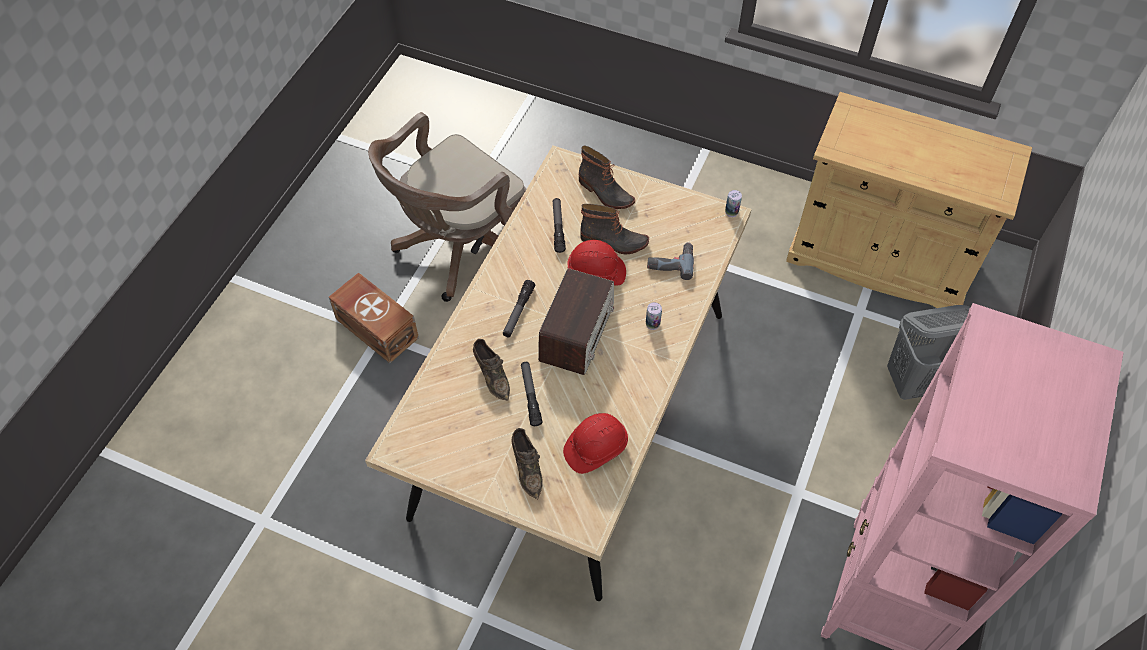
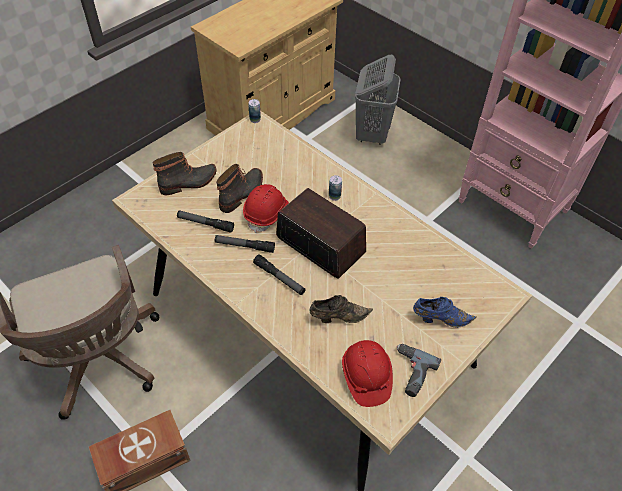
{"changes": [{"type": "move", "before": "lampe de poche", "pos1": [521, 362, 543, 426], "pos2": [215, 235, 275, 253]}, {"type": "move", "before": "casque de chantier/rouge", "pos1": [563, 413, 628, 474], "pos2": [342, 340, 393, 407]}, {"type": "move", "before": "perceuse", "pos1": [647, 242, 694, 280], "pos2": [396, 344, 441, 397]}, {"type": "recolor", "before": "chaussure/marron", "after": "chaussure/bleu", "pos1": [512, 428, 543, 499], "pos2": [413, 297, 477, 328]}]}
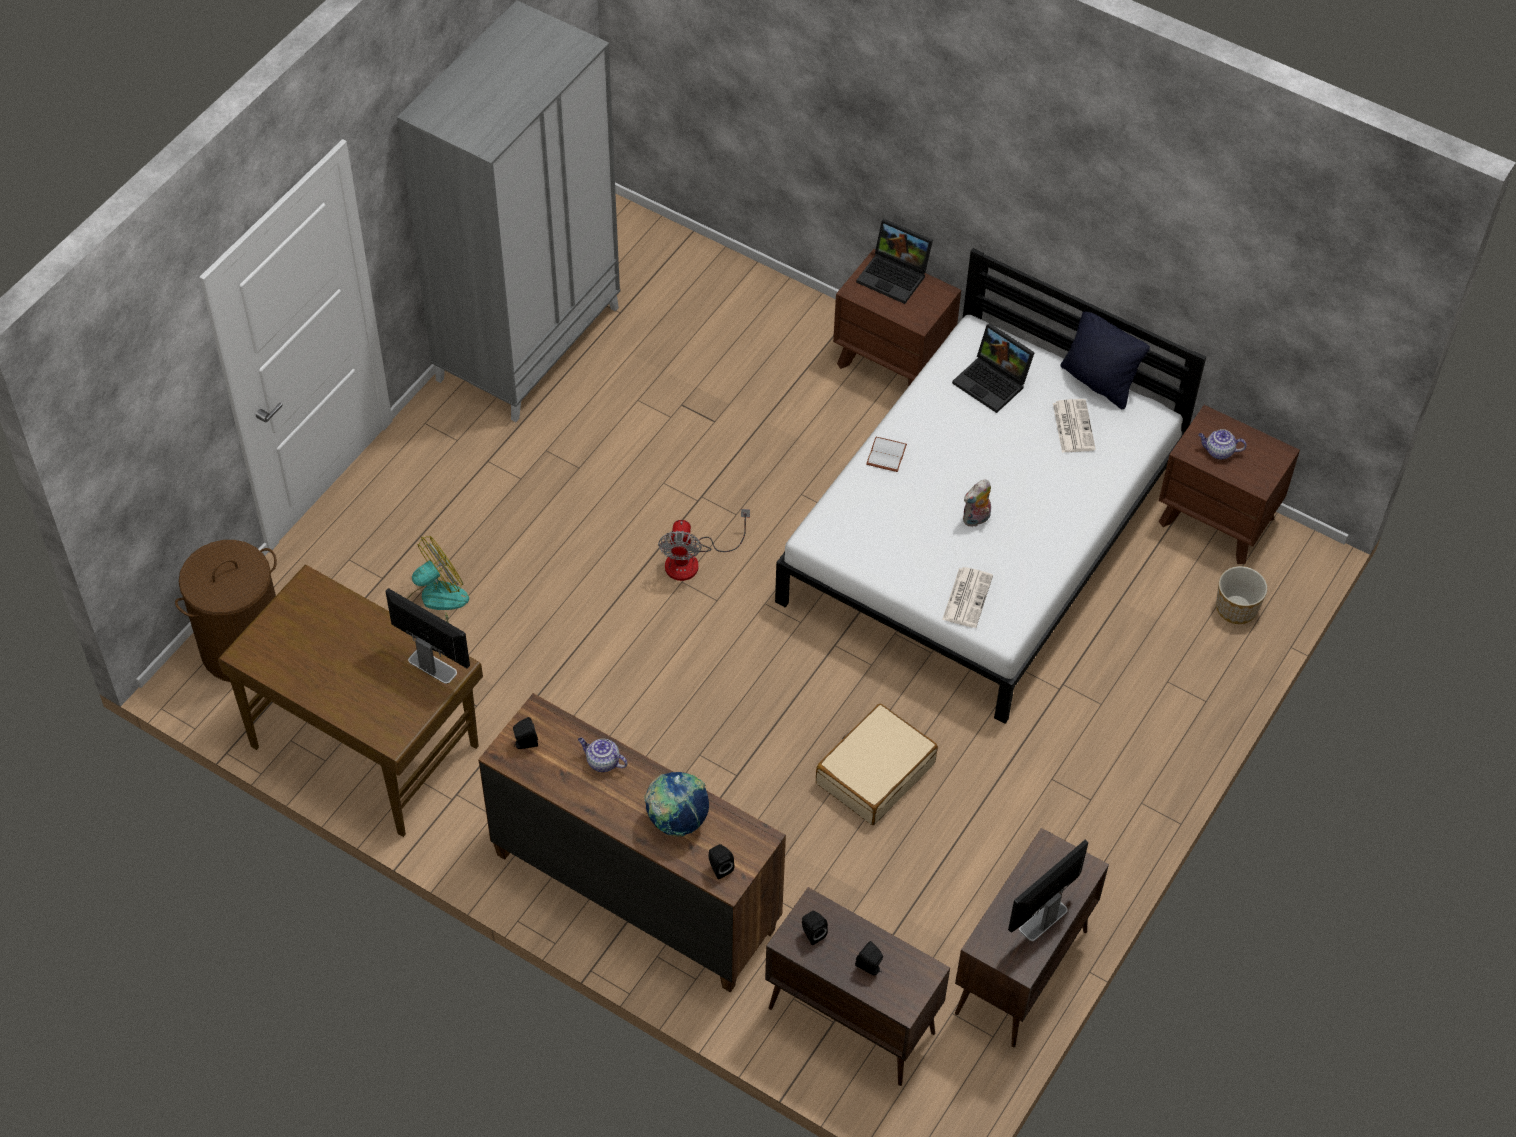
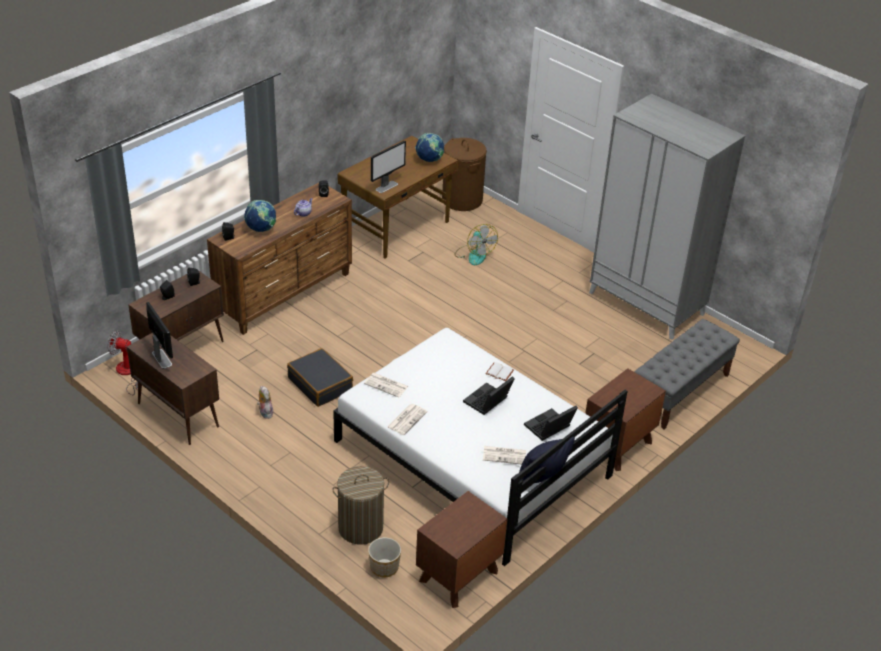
{"changes": [{"type": "delete", "before": "théière", "pos1": [1198, 429, 1246, 459]}, {"type": "insert", "after": "panier à linge", "pos2": [332, 466, 389, 545]}, {"type": "insert", "after": "journal", "pos2": [387, 404, 428, 435]}, {"type": "insert", "after": "globe", "pos2": [415, 133, 444, 162]}, {"type": "insert", "after": "banc/gris", "pos2": [634, 319, 740, 430]}, {"type": "move", "before": "ventilateur", "pos1": [658, 509, 750, 581], "pos2": [107, 330, 138, 395]}, {"type": "move", "before": "ordinateur portable", "pos1": [856, 219, 933, 304], "pos2": [463, 376, 515, 415]}, {"type": "move", "before": "peluche", "pos1": [963, 480, 991, 527], "pos2": [257, 386, 273, 419]}, {"type": "recolor", "before": "valise/beige", "after": "valise/noir", "pos1": [816, 704, 938, 825], "pos2": [287, 348, 353, 407]}]}
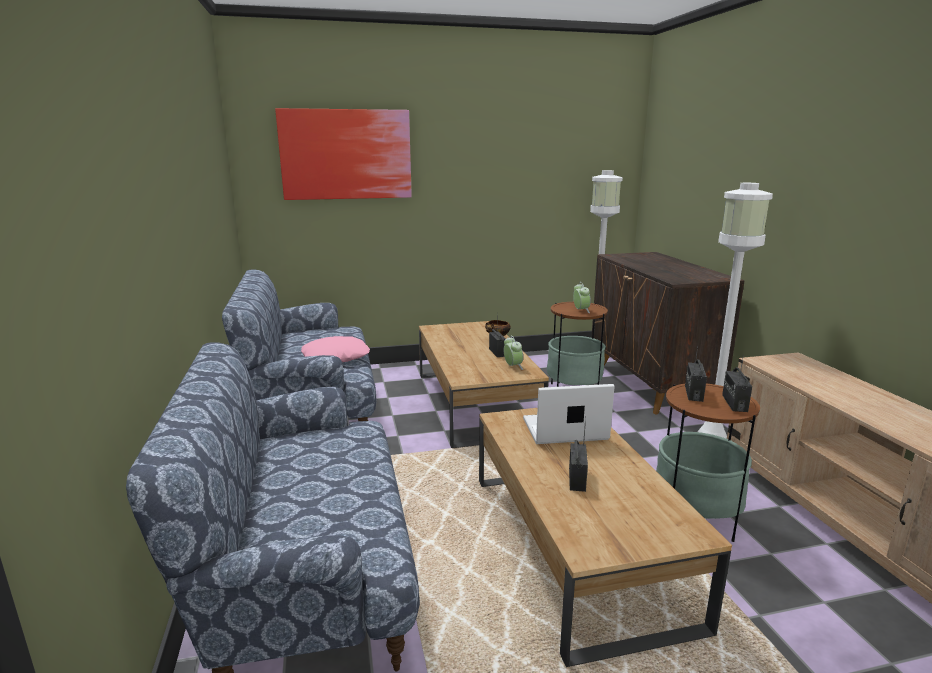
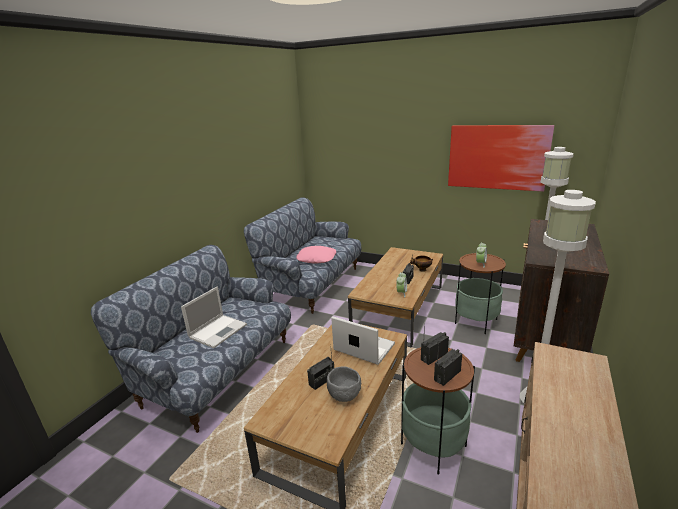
{"changes": [{"type": "insert", "after": "ordinateur portable", "pos2": [181, 286, 247, 348]}, {"type": "insert", "after": "bol/gris", "pos2": [327, 367, 361, 402]}, {"type": "move", "before": "tableau", "pos1": [275, 108, 412, 200], "pos2": [448, 125, 554, 192]}]}
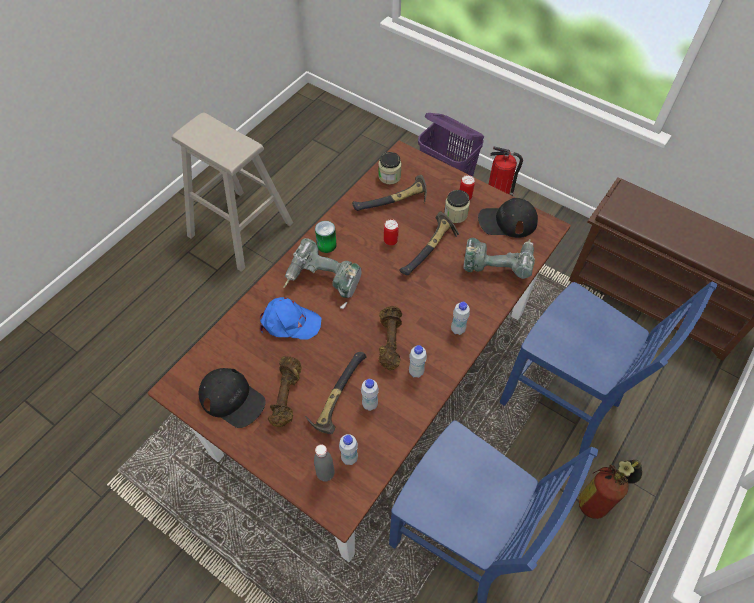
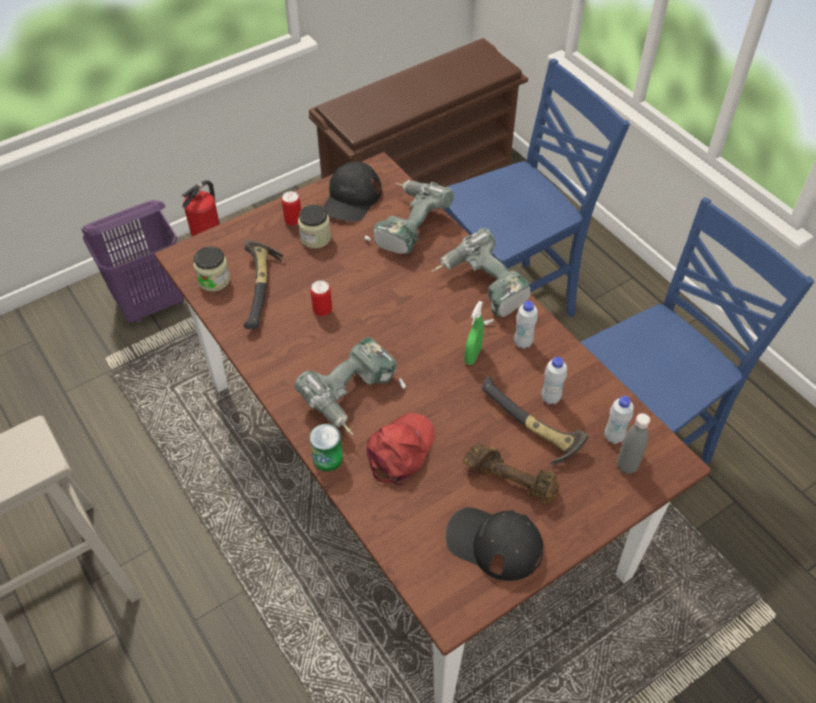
{"changes": [{"type": "delete", "before": "marteau", "pos1": [400, 211, 459, 275]}, {"type": "delete", "before": "extincteur", "pos1": [579, 460, 642, 519]}, {"type": "move", "before": "boîte métallique", "pos1": [315, 221, 337, 253], "pos2": [310, 424, 343, 472]}, {"type": "replace", "before": "haltère/marron", "after": "vaporisateur/vert", "pos1": [379, 306, 402, 370], "pos2": [465, 301, 484, 365]}, {"type": "replace", "before": "bouteille/blanc", "after": "perceuse", "pos1": [451, 302, 470, 335], "pos2": [432, 228, 530, 325]}, {"type": "recolor", "before": "casquette/bleu", "after": "casquette/rouge", "pos1": [260, 297, 321, 340], "pos2": [367, 412, 435, 485]}, {"type": "rotate", "before": "casquette/noir", "pos1": [199, 368, 266, 428], "pos2": [446, 507, 544, 581], "turn": -120}]}
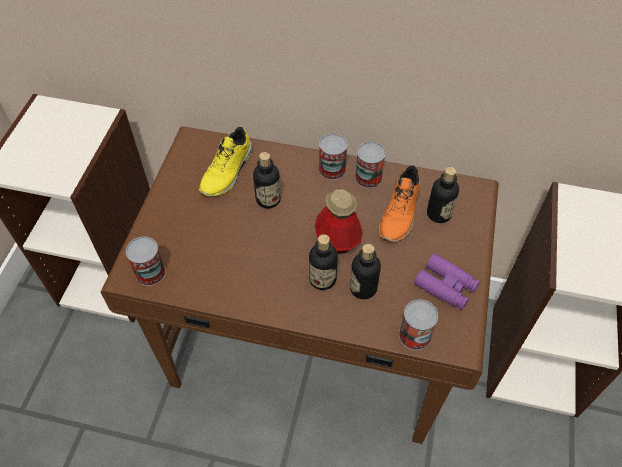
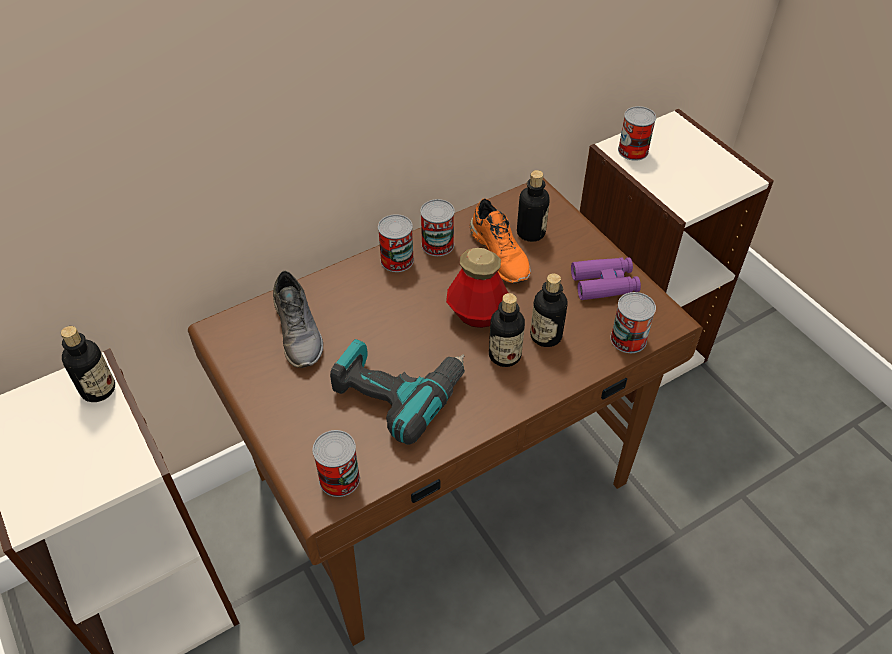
{"changes": [{"type": "insert", "after": "perceuse", "pos2": [330, 339, 465, 445]}, {"type": "insert", "after": "boîte métallique", "pos2": [618, 106, 656, 161]}, {"type": "move", "before": "bouteille", "pos1": [253, 152, 281, 209], "pos2": [61, 326, 115, 402]}, {"type": "recolor", "before": "chaussure/jaune", "after": "chaussure/gris", "pos1": [199, 126, 253, 197], "pos2": [273, 270, 323, 368]}]}
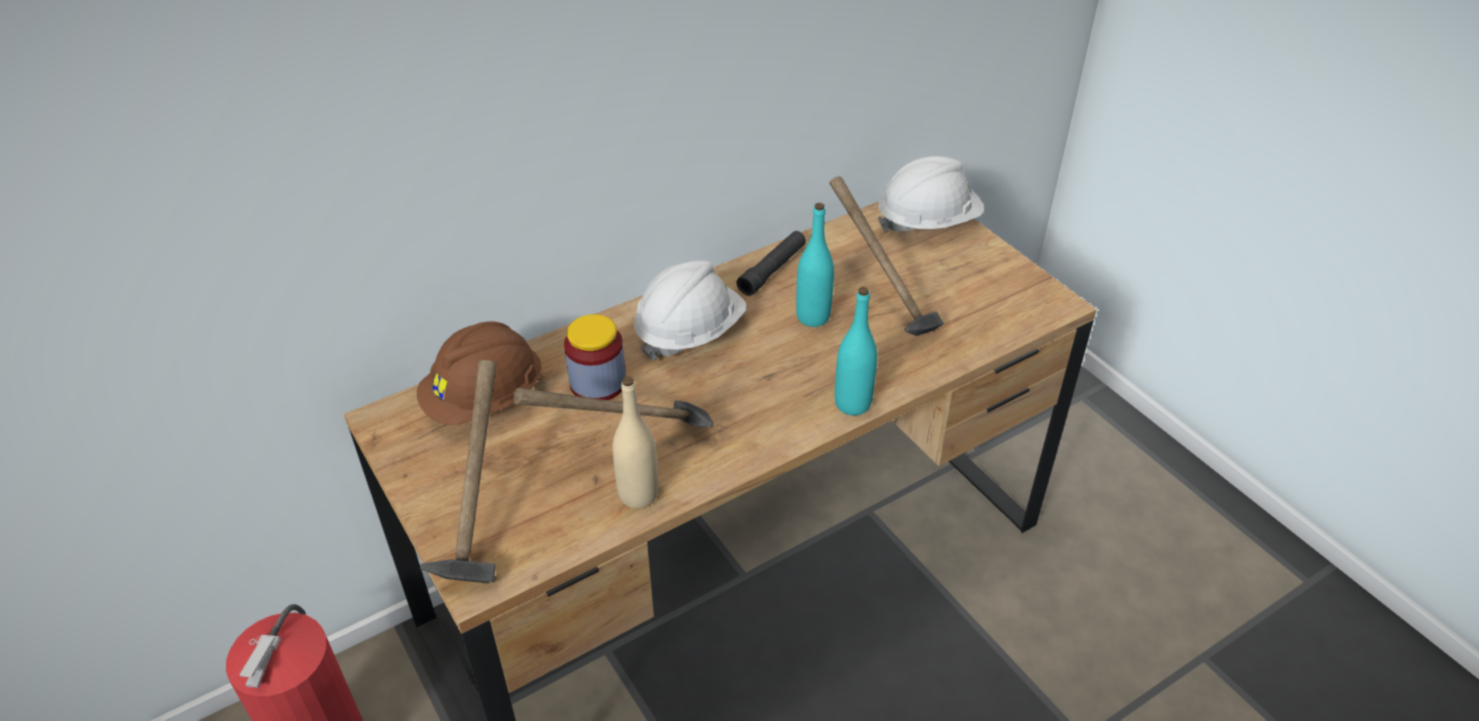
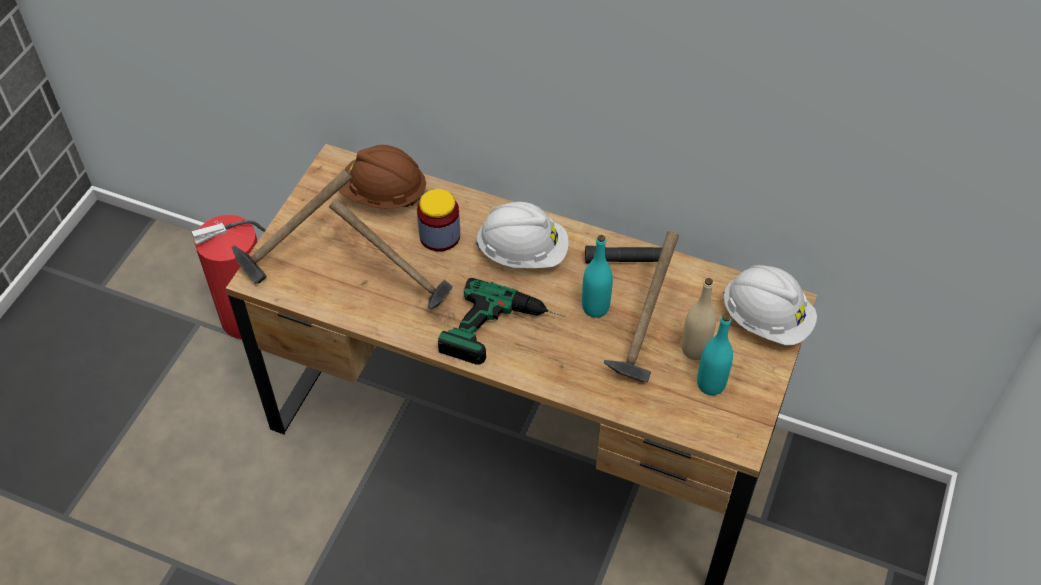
{"changes": [{"type": "insert", "after": "perceuse", "pos2": [438, 278, 566, 365]}, {"type": "move", "before": "bouteille/beige", "pos1": [612, 376, 658, 508], "pos2": [682, 278, 716, 360]}, {"type": "move", "before": "bouteille/turquoise", "pos1": [835, 287, 877, 415], "pos2": [697, 314, 733, 395]}]}
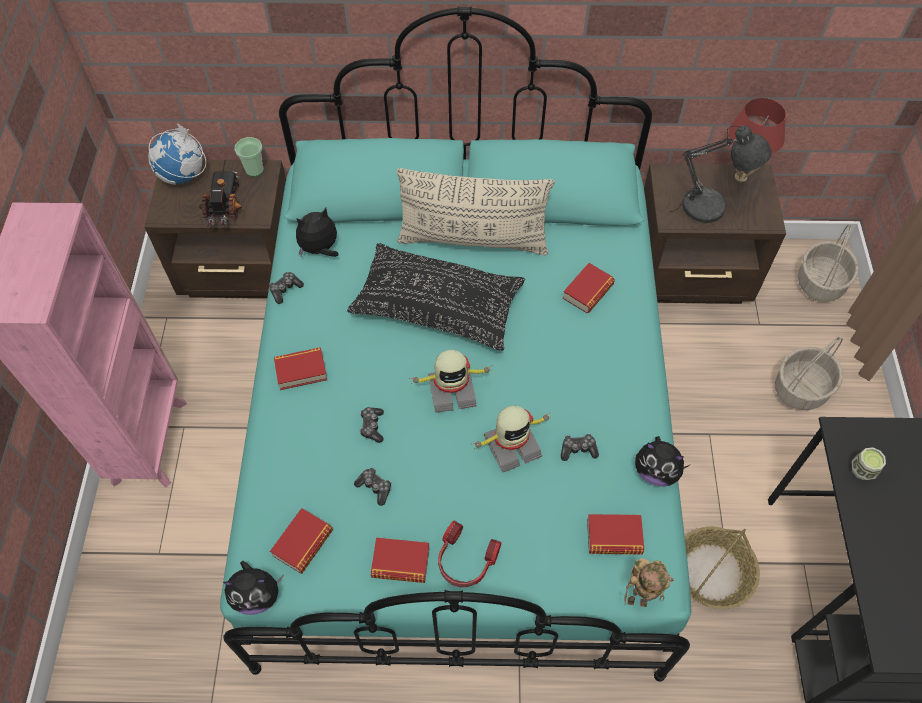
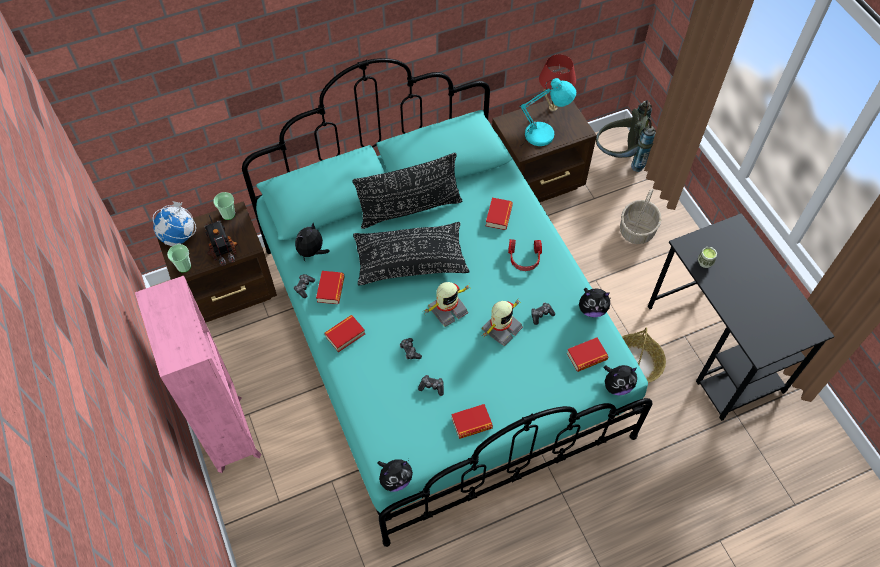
{"changes": [{"type": "insert", "after": "tasse", "pos2": [167, 244, 191, 273]}, {"type": "move", "before": "livre", "pos1": [270, 508, 333, 574], "pos2": [316, 271, 345, 304]}, {"type": "move", "before": "casque audio", "pos1": [438, 521, 501, 587], "pos2": [508, 239, 542, 271]}, {"type": "replace", "before": "robot jouet", "after": "peluche", "pos1": [624, 558, 674, 607], "pos2": [603, 365, 637, 395]}, {"type": "replace", "before": "panier", "after": "sac à dos/gris", "pos1": [798, 224, 859, 302], "pos2": [596, 100, 656, 172]}, {"type": "recolor", "before": "coussin/beige", "after": "coussin/noir", "pos1": [397, 168, 554, 255], "pos2": [352, 153, 462, 229]}, {"type": "recolor", "before": "lampe de table/gris", "after": "lampe de table/turquoise", "pos1": [668, 126, 772, 223], "pos2": [520, 78, 576, 146]}]}
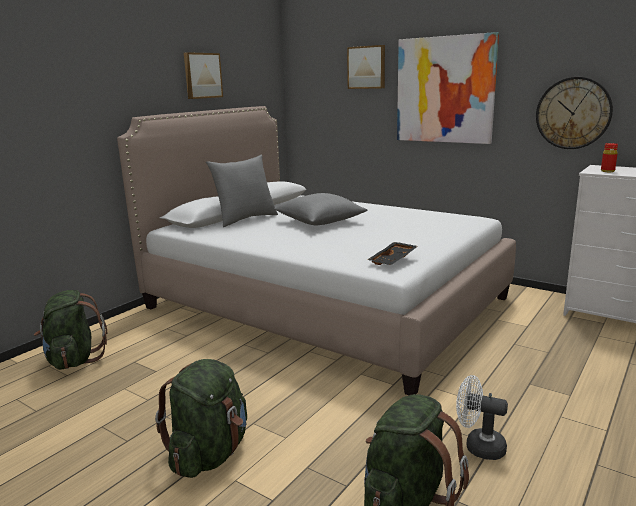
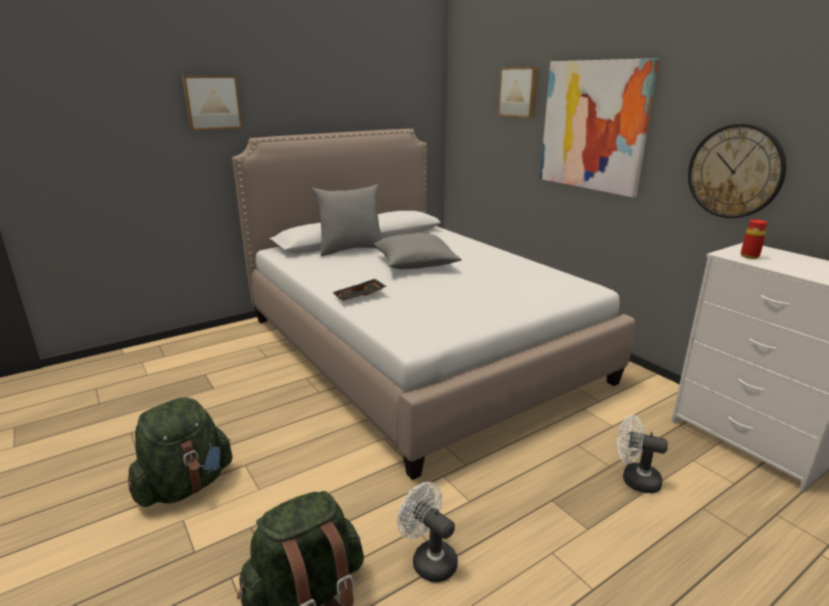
{"changes": [{"type": "delete", "before": "sac à dos/vert", "pos1": [34, 290, 107, 370]}, {"type": "insert", "after": "ventilateur/blanc", "pos2": [617, 415, 668, 493]}, {"type": "move", "before": "tableau", "pos1": [184, 52, 223, 99], "pos2": [182, 76, 242, 131]}, {"type": "move", "before": "plateau/noir", "pos1": [368, 242, 418, 265], "pos2": [332, 279, 387, 301]}]}
